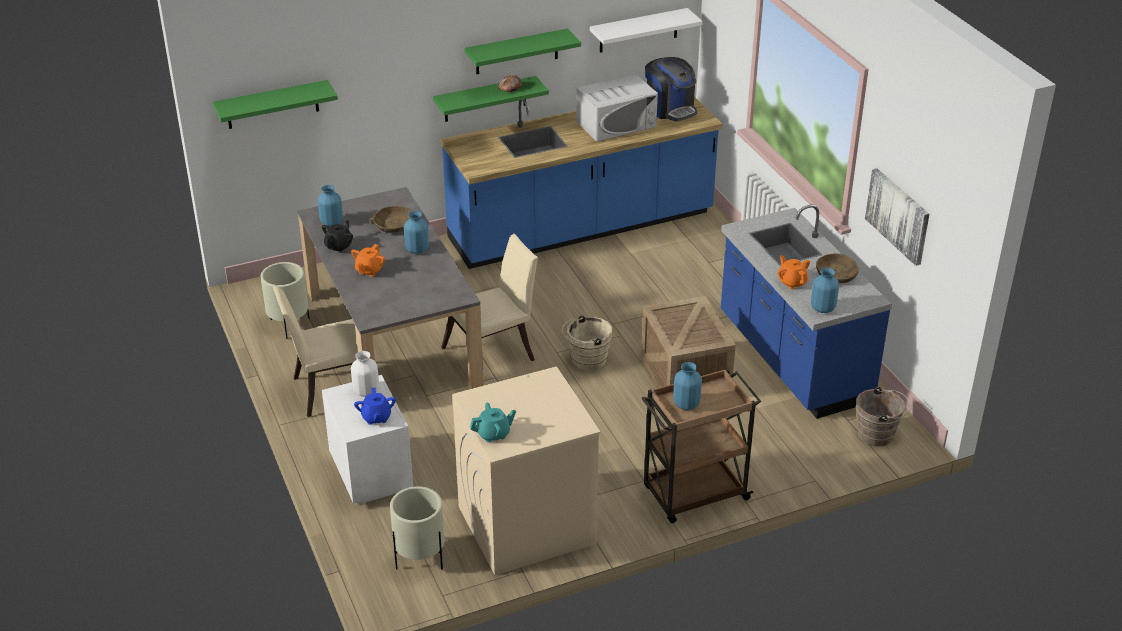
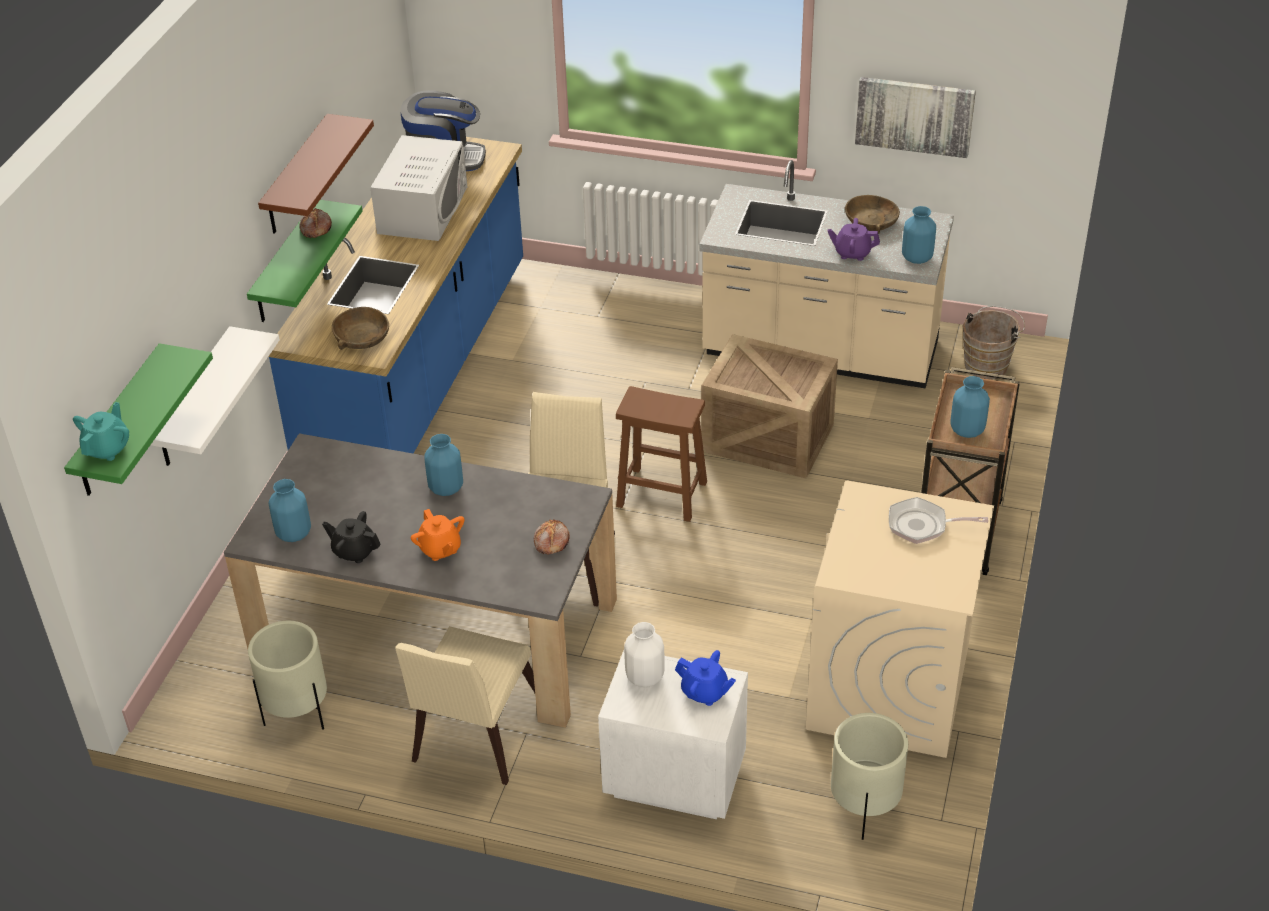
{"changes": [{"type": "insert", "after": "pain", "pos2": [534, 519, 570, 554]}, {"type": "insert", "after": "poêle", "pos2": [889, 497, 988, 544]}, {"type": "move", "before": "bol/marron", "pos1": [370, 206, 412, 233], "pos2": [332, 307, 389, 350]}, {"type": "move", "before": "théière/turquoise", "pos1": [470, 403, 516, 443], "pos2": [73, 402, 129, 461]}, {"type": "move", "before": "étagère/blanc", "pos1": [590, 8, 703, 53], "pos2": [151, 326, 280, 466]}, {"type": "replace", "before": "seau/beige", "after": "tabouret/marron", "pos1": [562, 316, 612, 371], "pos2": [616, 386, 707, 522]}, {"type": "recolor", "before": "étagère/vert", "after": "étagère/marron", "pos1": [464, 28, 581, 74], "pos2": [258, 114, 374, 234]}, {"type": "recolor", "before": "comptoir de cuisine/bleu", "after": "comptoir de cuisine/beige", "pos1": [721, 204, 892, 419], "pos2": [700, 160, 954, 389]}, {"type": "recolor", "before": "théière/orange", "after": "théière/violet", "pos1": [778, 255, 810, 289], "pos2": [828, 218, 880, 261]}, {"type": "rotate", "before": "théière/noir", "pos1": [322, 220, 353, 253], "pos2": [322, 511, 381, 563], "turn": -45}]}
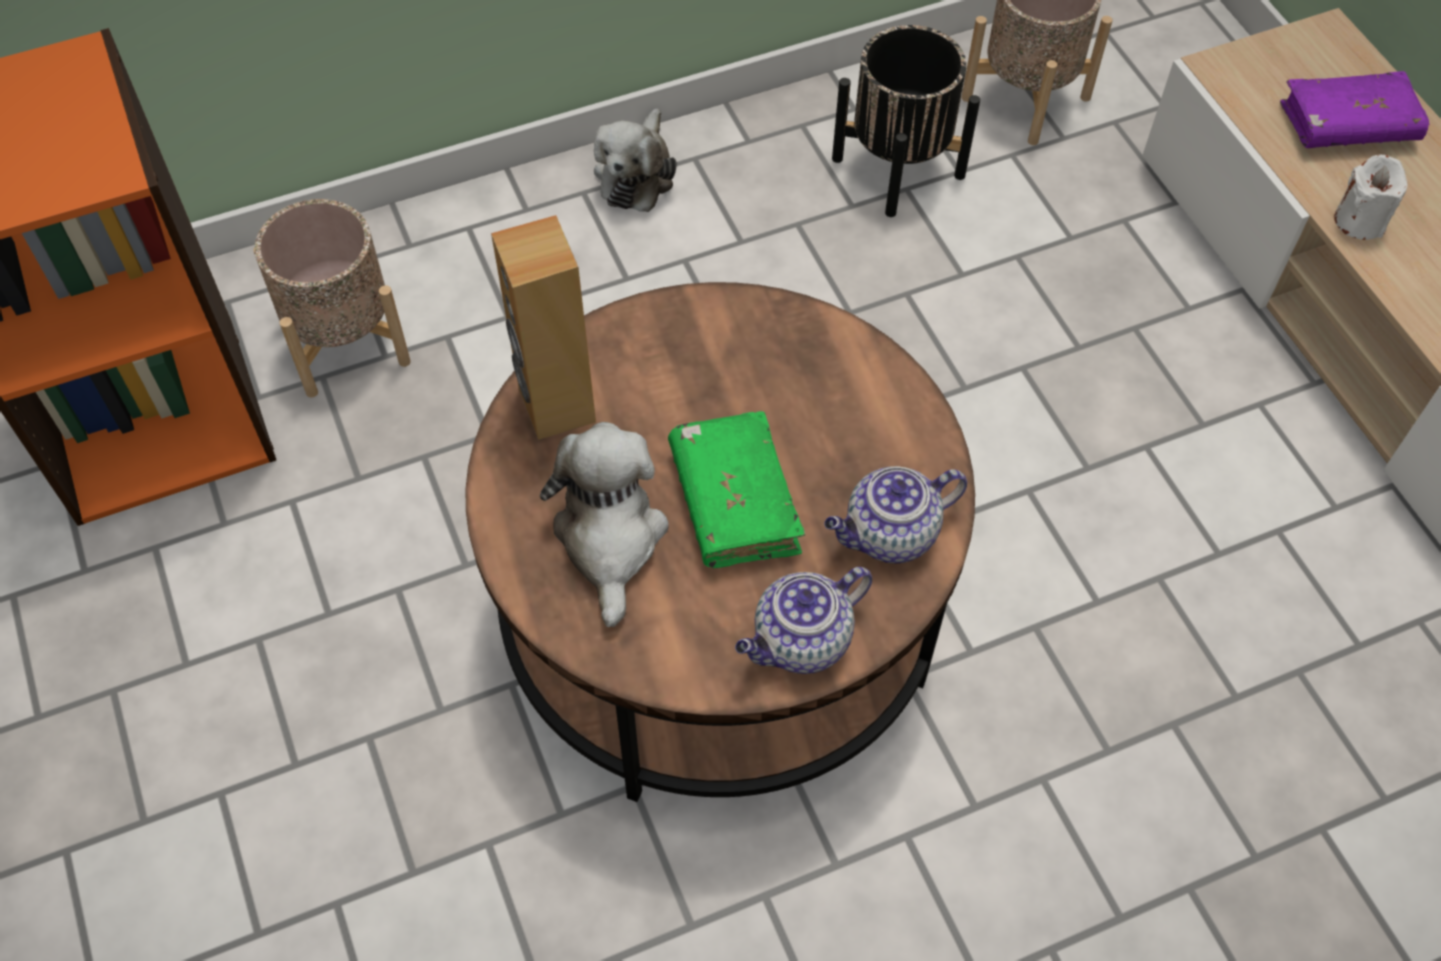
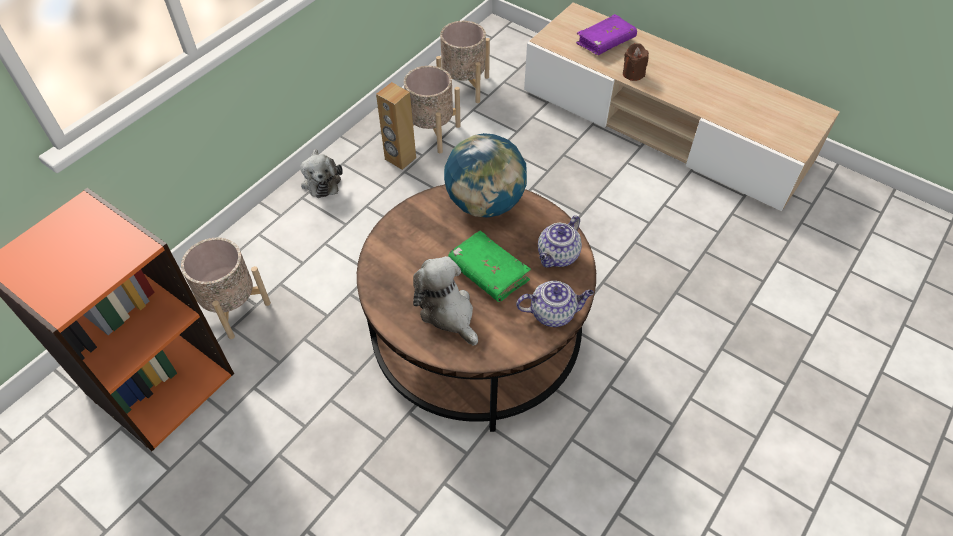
{"changes": [{"type": "insert", "after": "globe", "pos2": [444, 133, 527, 218]}, {"type": "move", "before": "enceinte/marron", "pos1": [491, 215, 596, 440], "pos2": [376, 82, 416, 170]}, {"type": "recolor", "before": "cache-pot/noir", "after": "cache-pot/beige", "pos1": [832, 25, 980, 217], "pos2": [404, 66, 461, 153]}, {"type": "recolor", "before": "bougie/blanc", "after": "bougie/marron", "pos1": [1334, 155, 1408, 240], "pos2": [623, 43, 649, 81]}, {"type": "rotate", "before": "théière", "pos1": [735, 567, 872, 674], "pos2": [516, 281, 594, 327], "turn": -120}]}
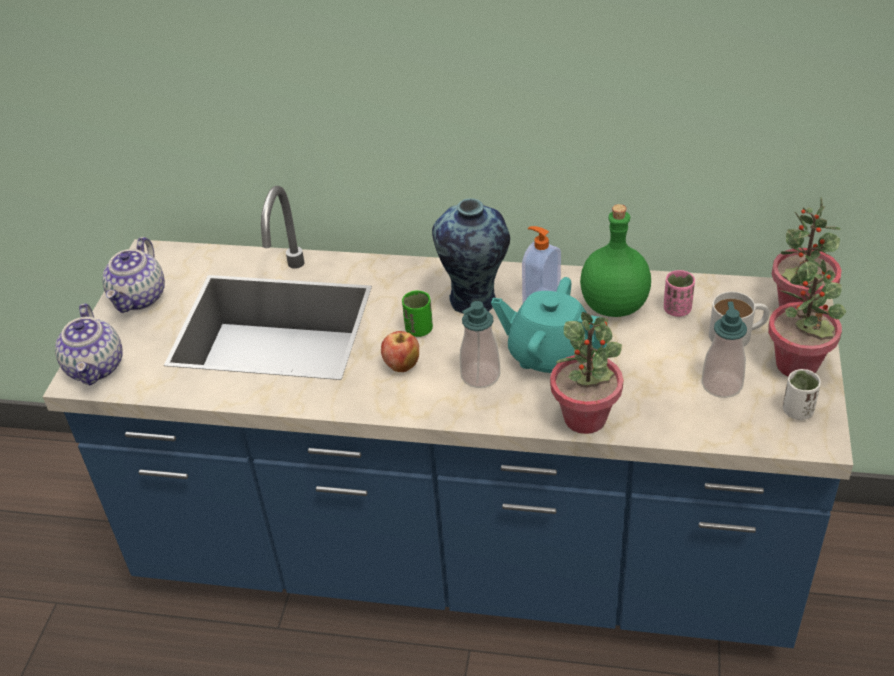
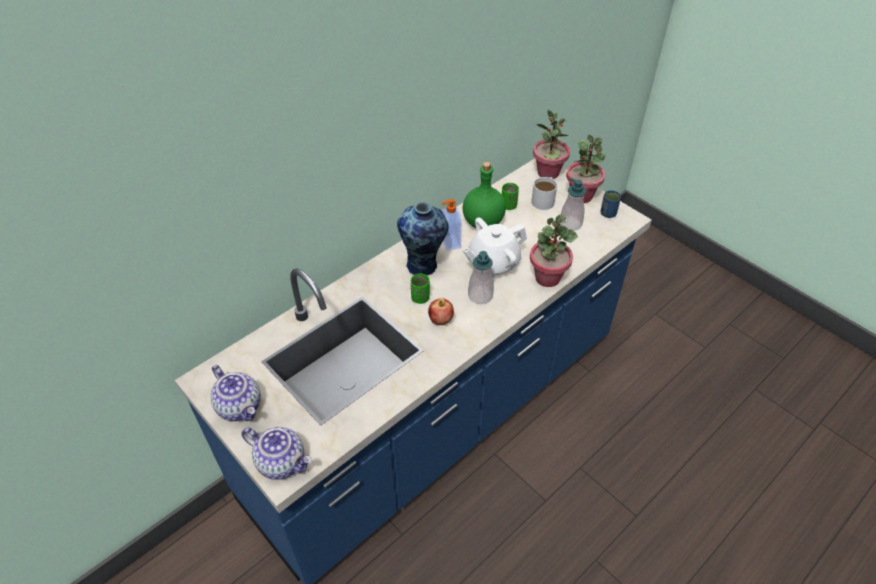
{"changes": [{"type": "recolor", "before": "théière/turquoise", "after": "théière/blanc", "pos1": [491, 277, 607, 373], "pos2": [463, 217, 527, 277]}, {"type": "recolor", "before": "tasse/rose", "after": "tasse/vert", "pos1": [664, 270, 695, 317], "pos2": [502, 183, 519, 210]}, {"type": "recolor", "before": "tasse/blanc", "after": "tasse/bleu", "pos1": [783, 369, 821, 420], "pos2": [600, 190, 621, 218]}]}
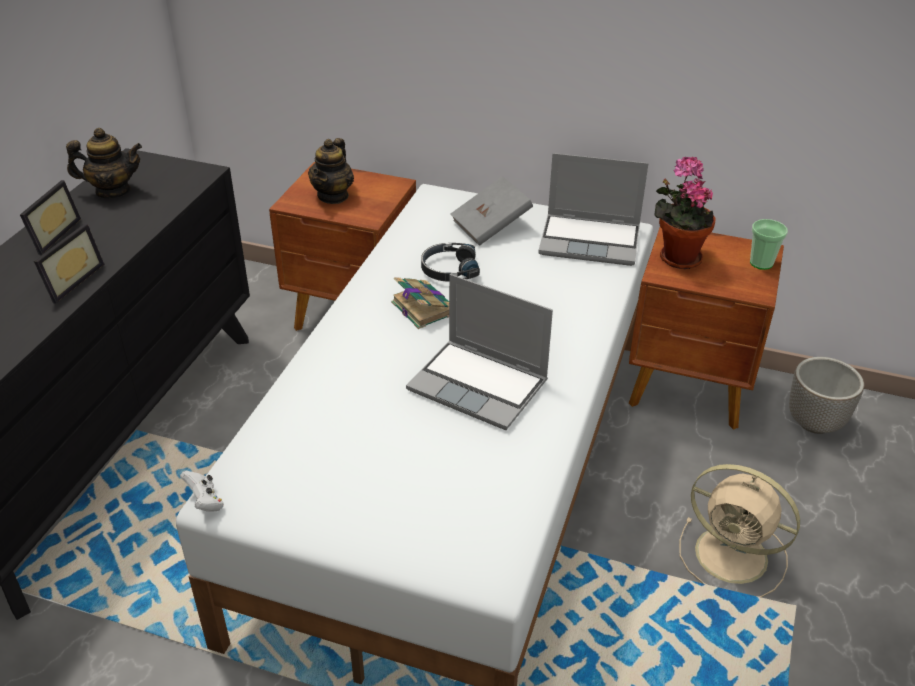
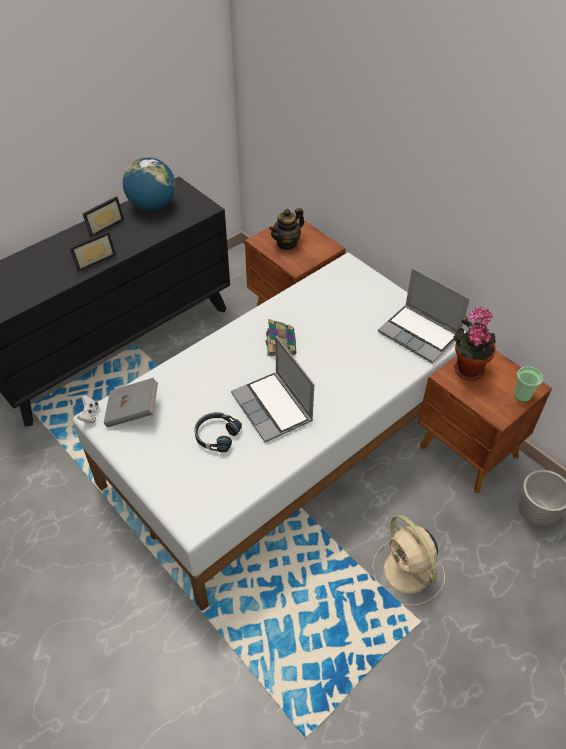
{"changes": [{"type": "move", "before": "casque audio/noir", "pos1": [421, 243, 480, 281], "pos2": [194, 412, 242, 452]}, {"type": "move", "before": "livre/gris", "pos1": [450, 176, 533, 246], "pos2": [104, 377, 158, 427]}, {"type": "replace", "before": "théière", "after": "globe", "pos1": [66, 128, 142, 198], "pos2": [123, 157, 175, 211]}]}
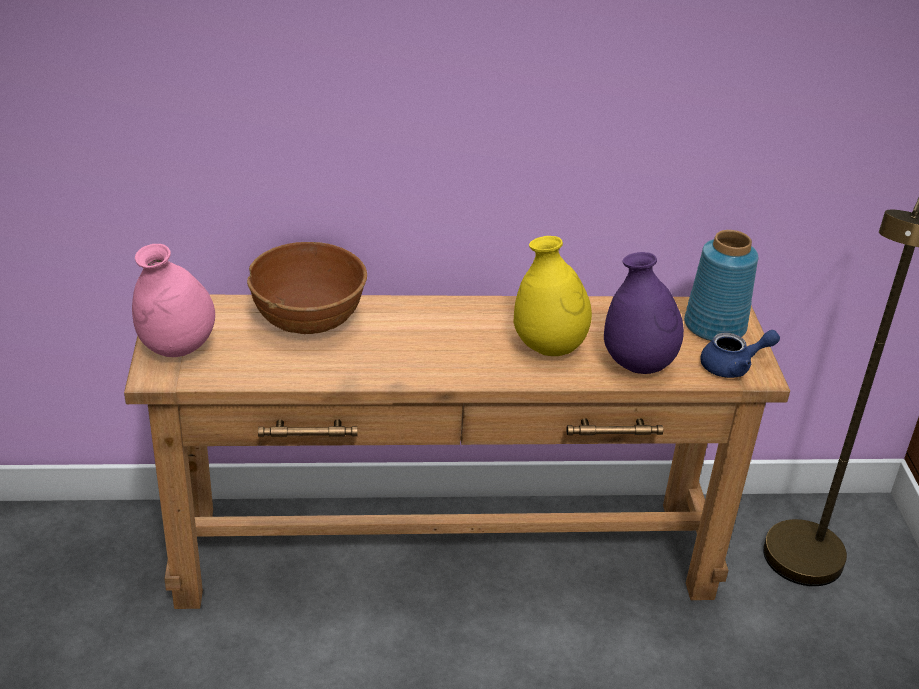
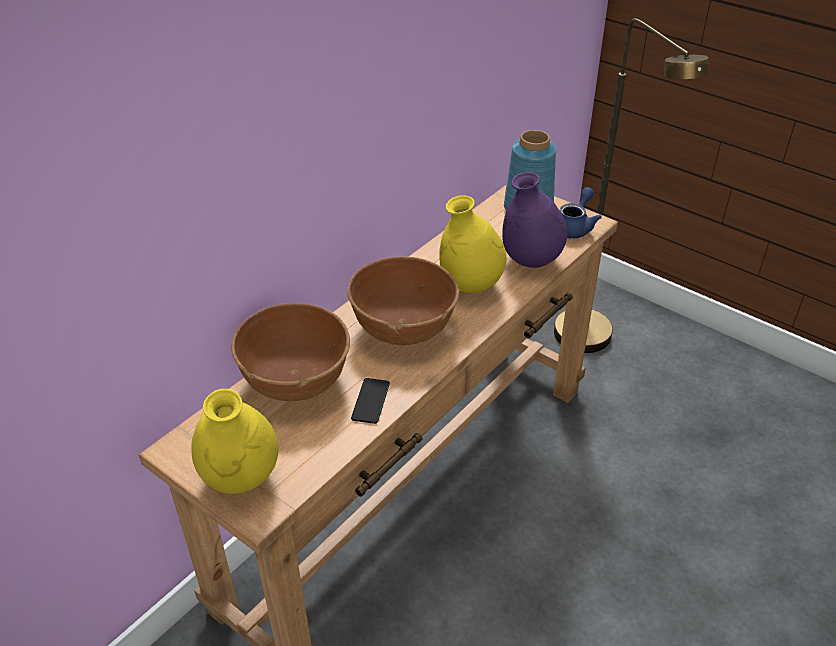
{"changes": [{"type": "insert", "after": "bol/marron", "pos2": [347, 256, 459, 345]}, {"type": "insert", "after": "téléphone", "pos2": [351, 378, 390, 424]}, {"type": "recolor", "before": "vase/rose", "after": "vase/jaune", "pos1": [132, 244, 215, 357], "pos2": [191, 389, 278, 494]}]}
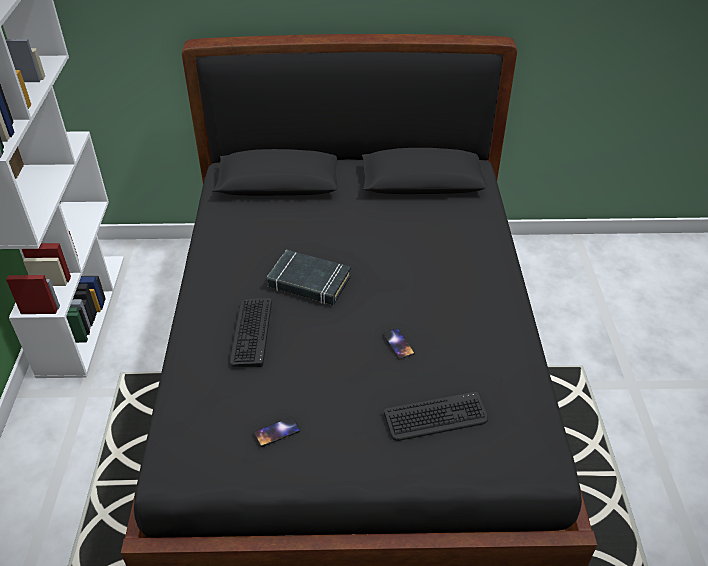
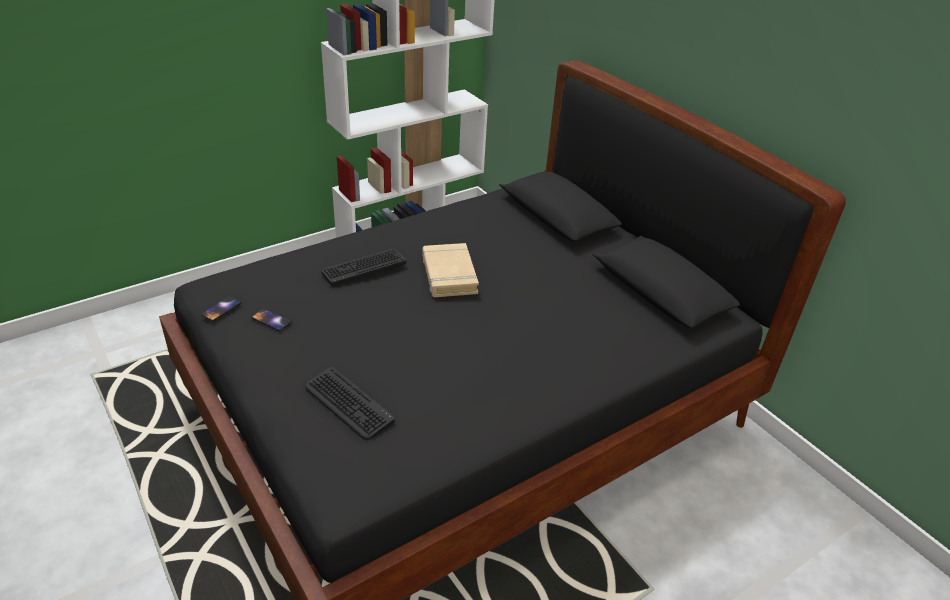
{"changes": [{"type": "move", "before": "téléphone", "pos1": [382, 328, 415, 360], "pos2": [201, 296, 241, 322]}, {"type": "recolor", "before": "livre/noir", "after": "livre/beige", "pos1": [267, 250, 351, 305], "pos2": [423, 243, 479, 297]}]}
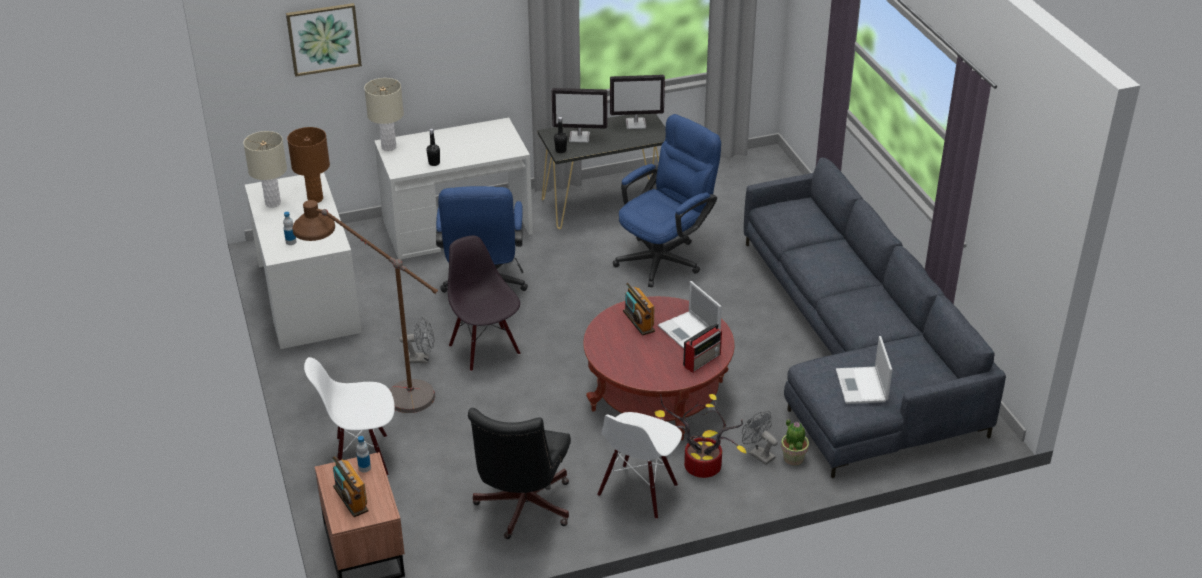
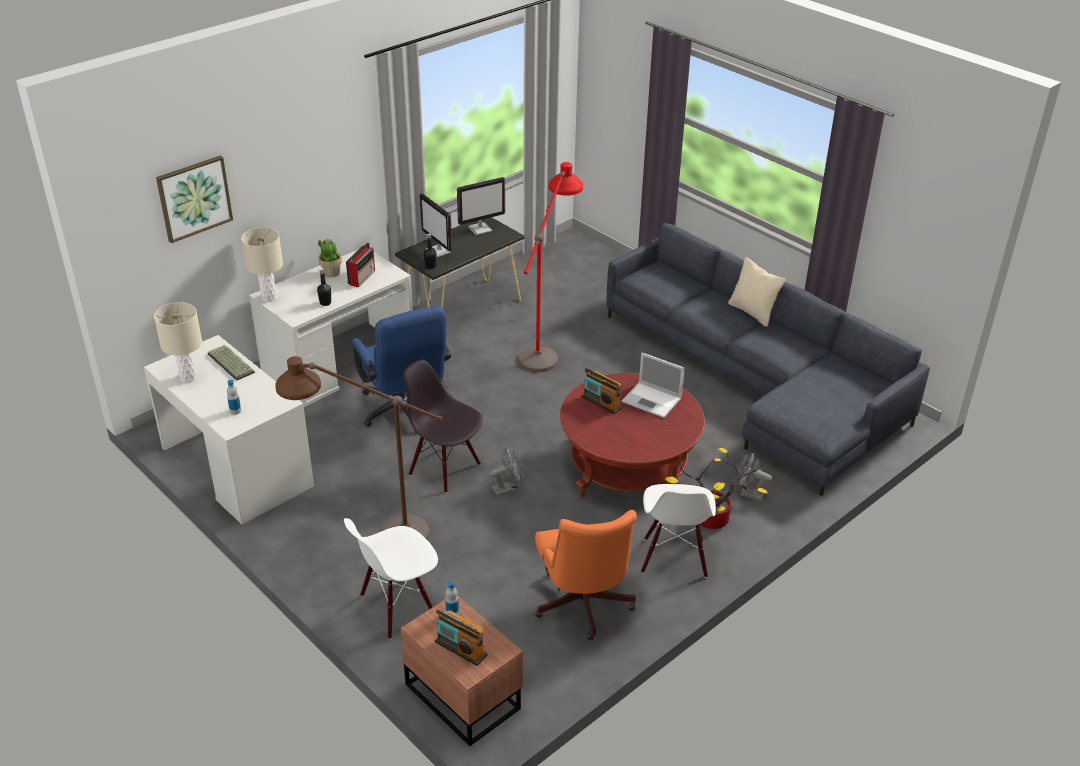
{"changes": [{"type": "delete", "before": "ordinateur portable", "pos1": [836, 336, 892, 404]}, {"type": "insert", "after": "coussin/beige", "pos2": [728, 257, 786, 327]}, {"type": "move", "before": "ventilateur/gris", "pos1": [399, 317, 435, 363], "pos2": [489, 447, 524, 496]}, {"type": "move", "before": "radio", "pos1": [683, 323, 722, 373], "pos2": [346, 242, 375, 287]}, {"type": "move", "before": "plante en pot", "pos1": [781, 419, 809, 466], "pos2": [318, 238, 342, 277]}, {"type": "replace", "before": "lampe de table/marron", "after": "clavier", "pos1": [287, 127, 330, 203], "pos2": [208, 345, 255, 381]}, {"type": "replace", "before": "chaise de bureau/bleu", "after": "lampadaire/rouge", "pos1": [613, 114, 721, 287], "pos2": [518, 162, 583, 372]}, {"type": "recolor", "before": "chaise de bureau/noir", "after": "chaise de bureau/orange", "pos1": [468, 408, 571, 539], "pos2": [535, 510, 637, 640]}, {"type": "rotate", "before": "écran d'ordinateur", "pos1": [552, 88, 607, 143], "pos2": [420, 193, 452, 257], "turn": 75}]}
